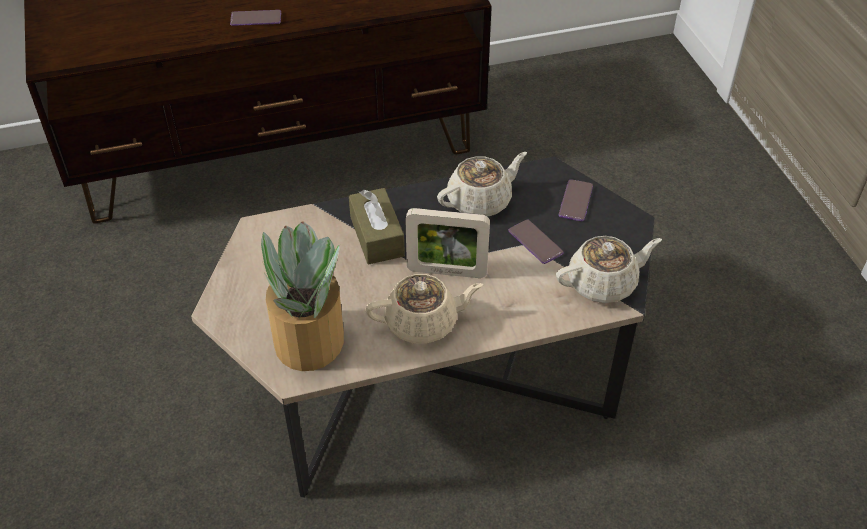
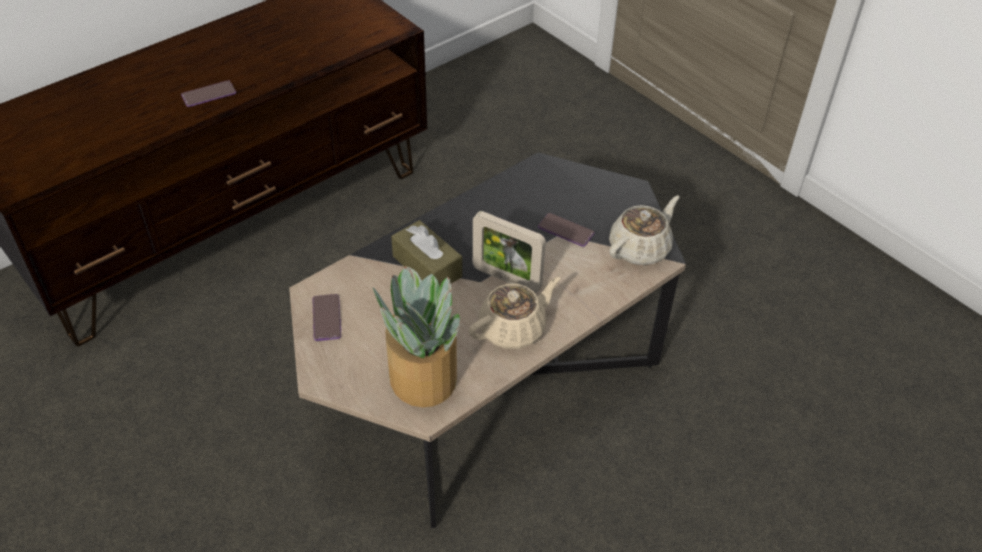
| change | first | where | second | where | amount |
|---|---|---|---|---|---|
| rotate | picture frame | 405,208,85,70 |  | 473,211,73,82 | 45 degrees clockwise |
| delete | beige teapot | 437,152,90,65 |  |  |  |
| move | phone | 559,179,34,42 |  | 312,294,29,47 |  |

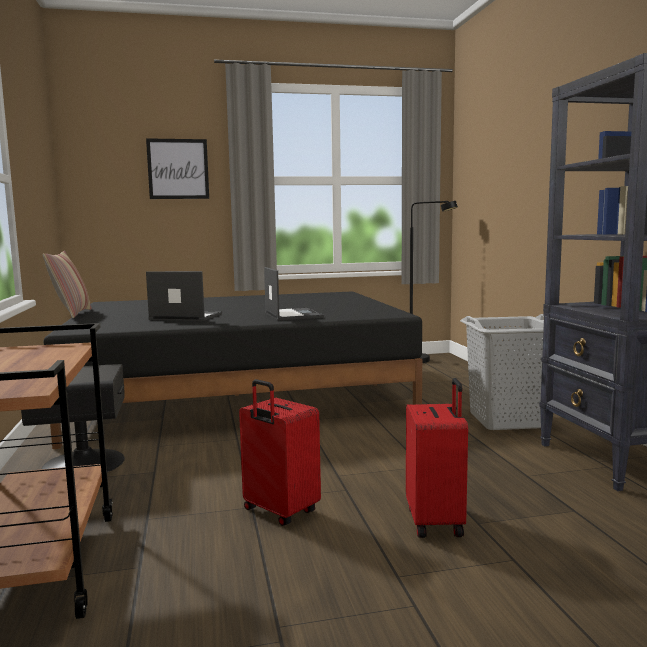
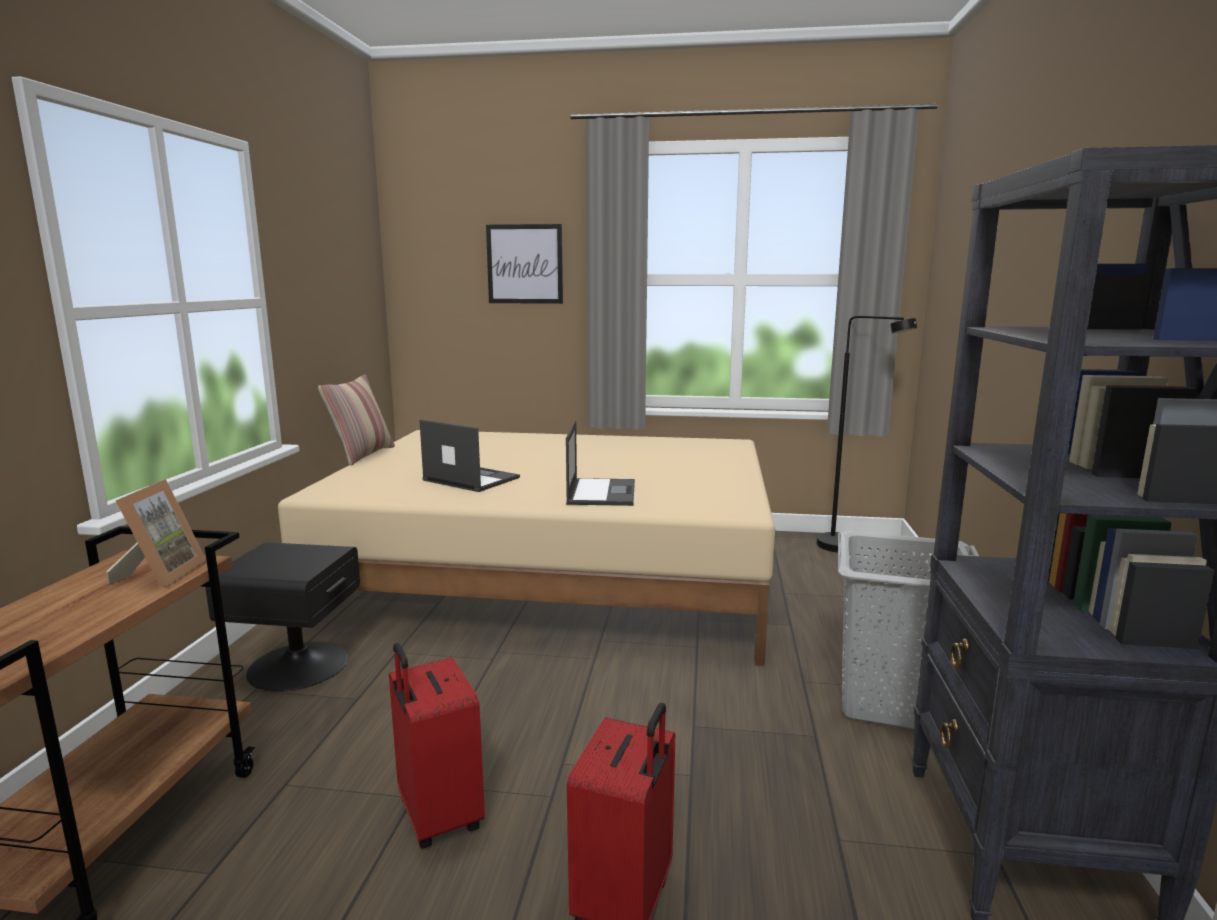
| change | first | where | second | where | amount |
|---|---|---|---|---|---|
| recolor | black bed | 43,291,379,158 | beige bed | 278,430,497,236 |  |
| insert |  |  | picture frame | 106,479,100,109 |  |

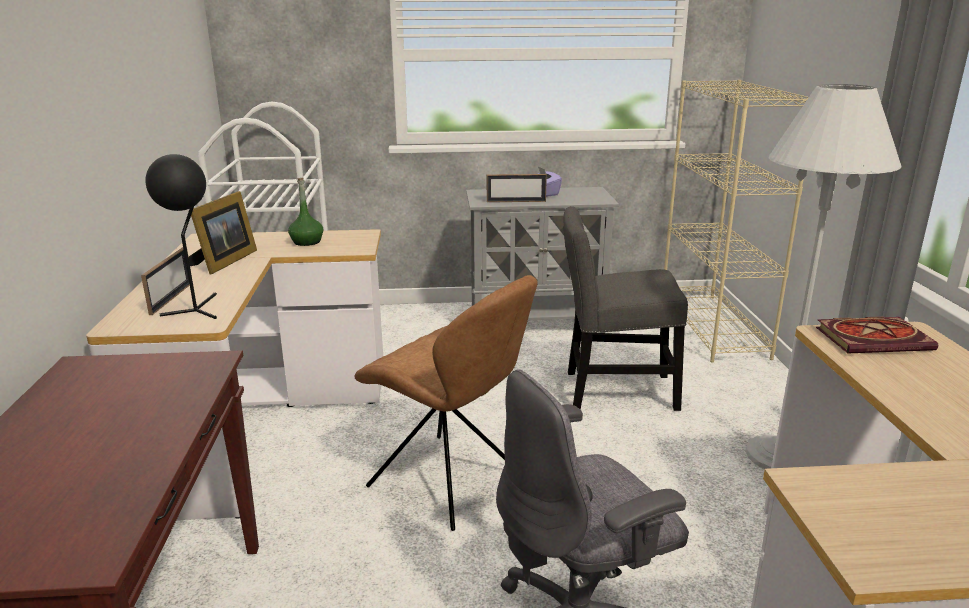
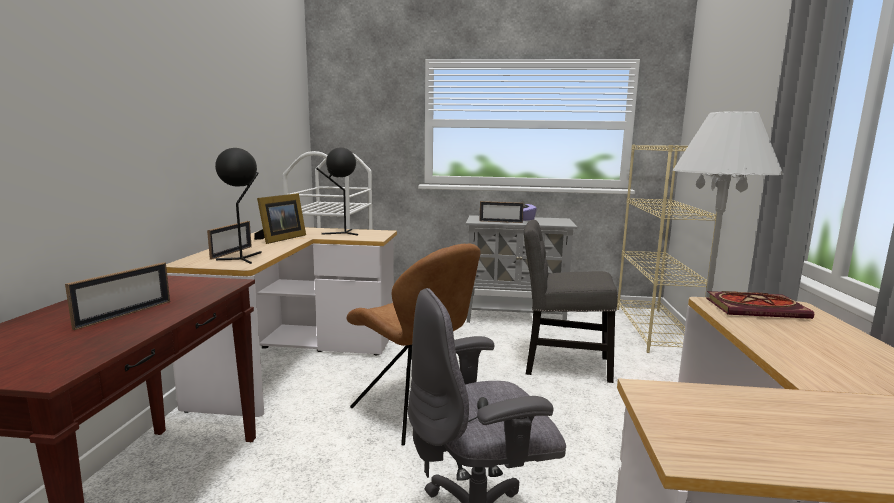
| change | first | where | second | where | amount |
|---|---|---|---|---|---|
| replace | green bottle | 288,178,35,68 | black table lamp | 316,147,42,89 |  |
| insert |  |  | picture frame | 65,262,105,68 |  |

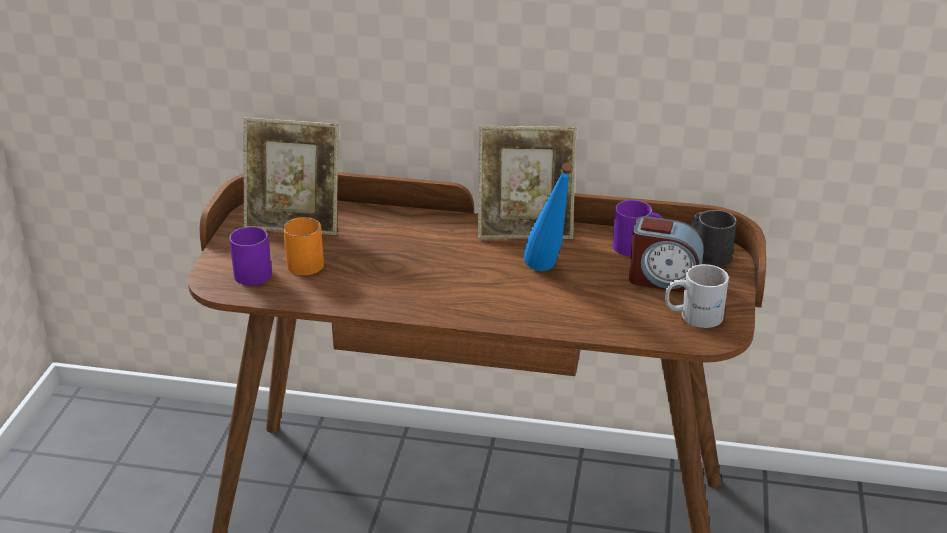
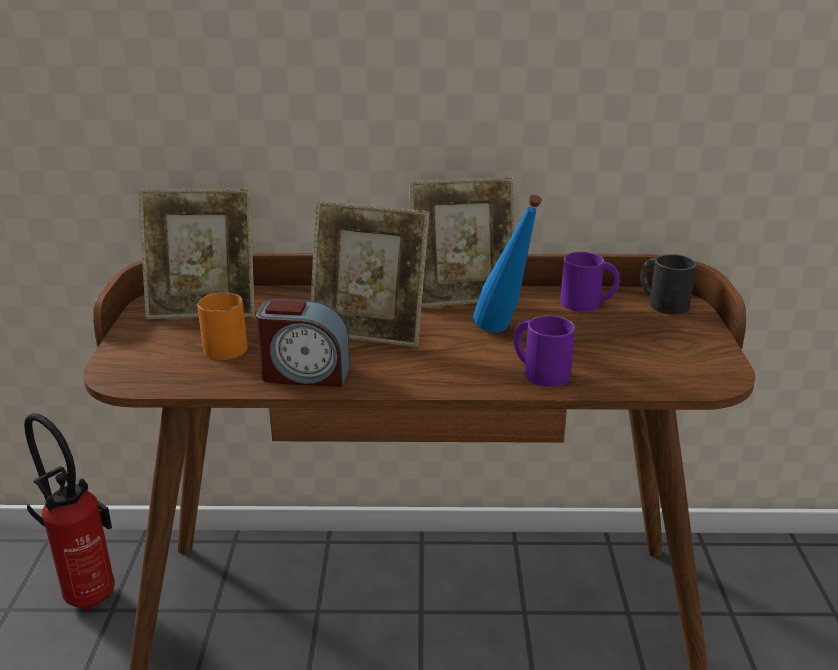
| change | first | where | second | where | amount |
|---|---|---|---|---|---|
| move | purple mug | 229,226,43,59 |  | 514,315,61,72 |  |
| move | alarm clock | 629,216,75,77 |  | 256,299,94,88 |  |
| delete | white mug | 665,264,64,64 |  |  |  |
| insert |  |  | fire extinguisher | 24,413,91,198 |  |
| insert |  |  | picture frame | 311,201,119,146 |  |

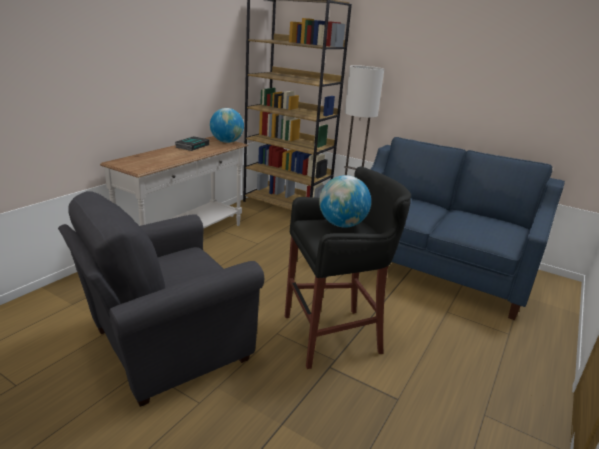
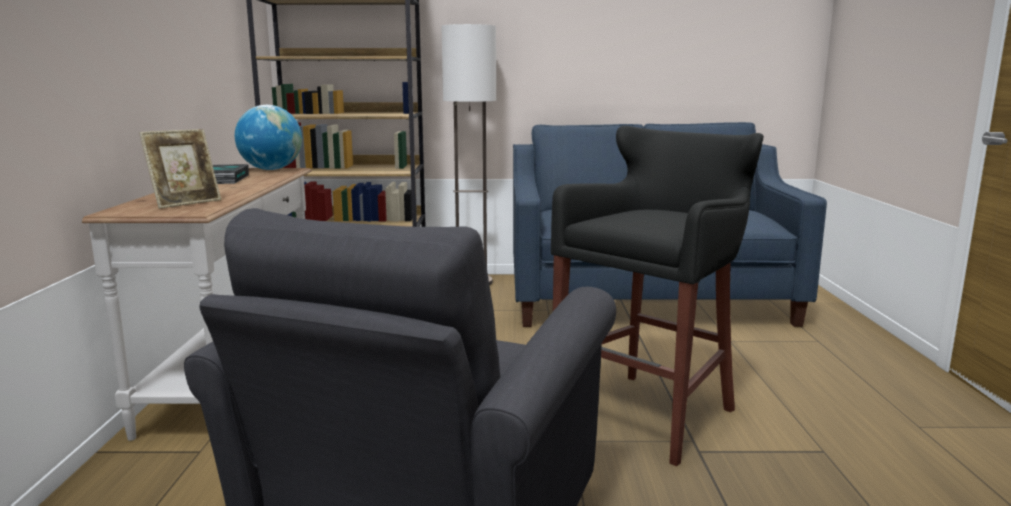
| change | first | where | second | where | amount |
|---|---|---|---|---|---|
| delete | globe | 319,175,52,53 |  |  |  |
| insert |  |  | picture frame | 139,129,82,80 |  |

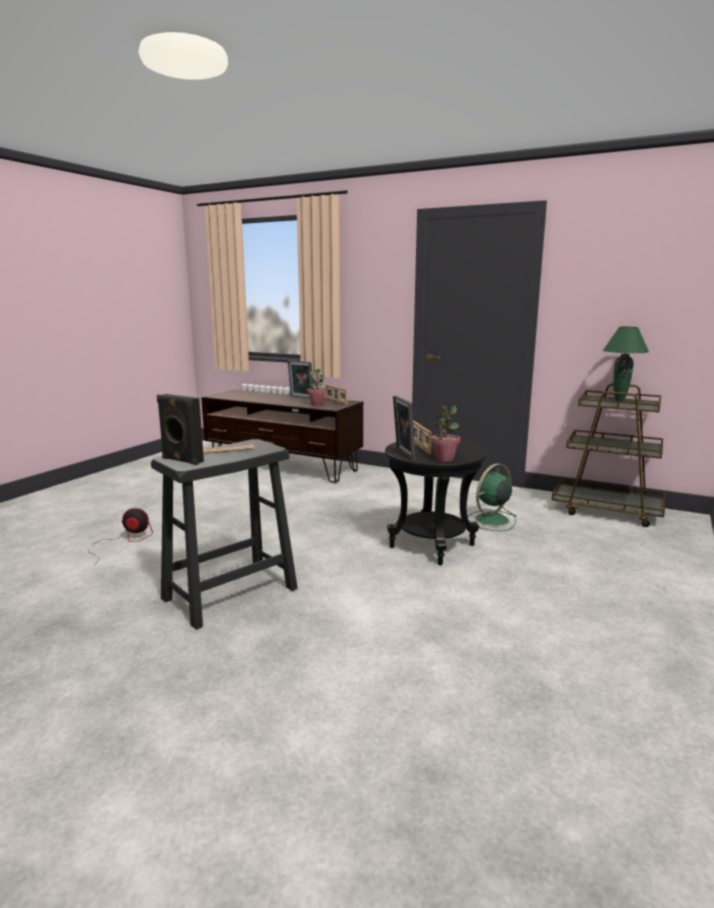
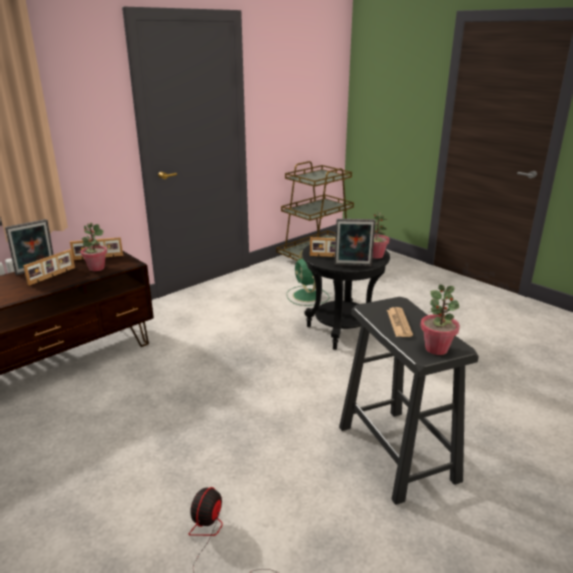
| change | first | where | second | where | amount |
|---|---|---|---|---|---|
| replace | black speaker | 157,394,47,71 | potted plant | 420,285,40,70 |  |
| delete | green table lamp | 603,327,46,74 |  |  |  |
| insert |  |  | picture frame | 23,249,52,37 |  |

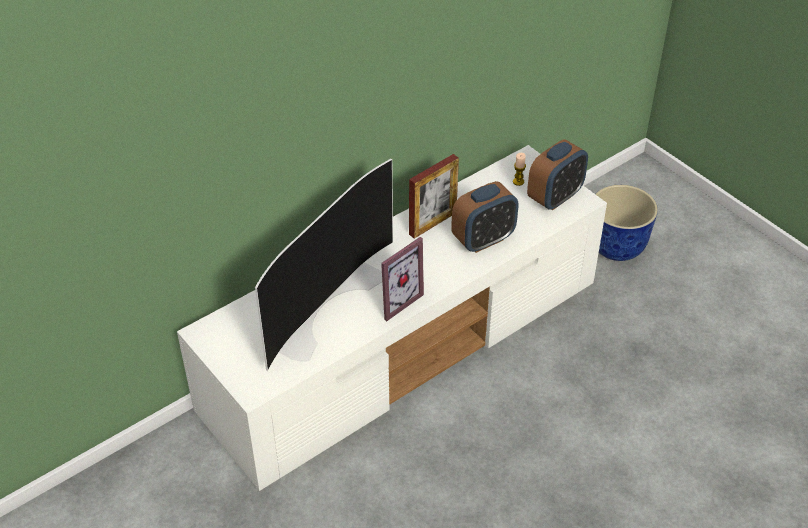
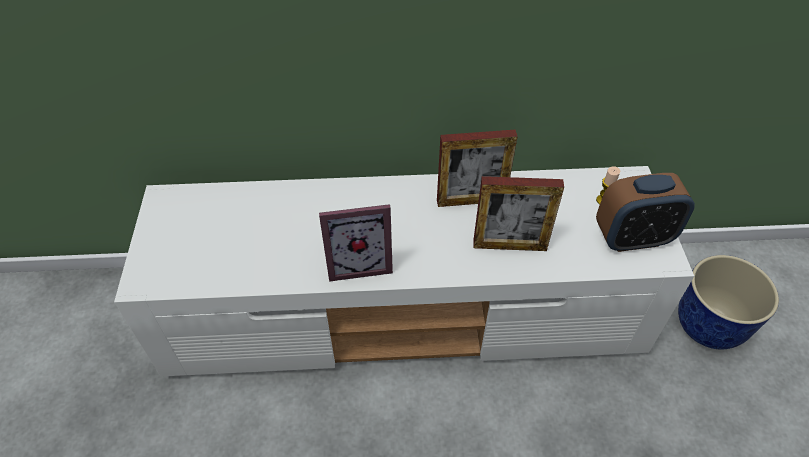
| change | first | where | second | where | amount |
|---|---|---|---|---|---|
| delete | television | 255,159,138,212 |  |  |  |
| replace | alarm clock | 451,181,68,72 | picture frame | 473,176,91,75 |  |

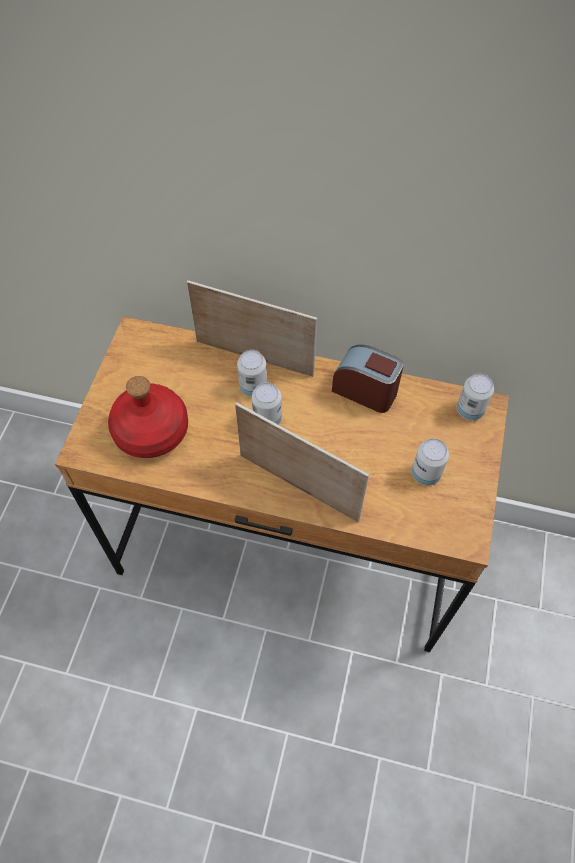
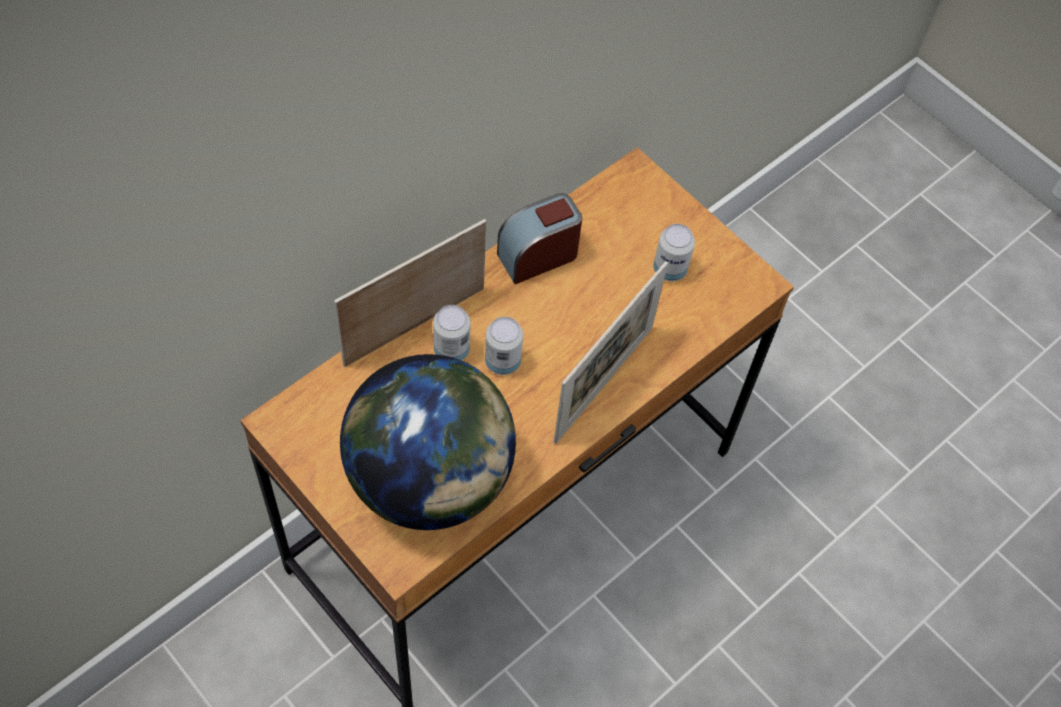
| change | first | where | second | where | amount |
|---|---|---|---|---|---|
| replace | red bottle | 108,376,80,82 | globe | 340,354,176,176 |  |
| rotate | picture frame | 235,402,134,120 |  | 554,261,114,183 | 150 degrees clockwise |
| delete | can | 457,373,37,48 |  |  |  |

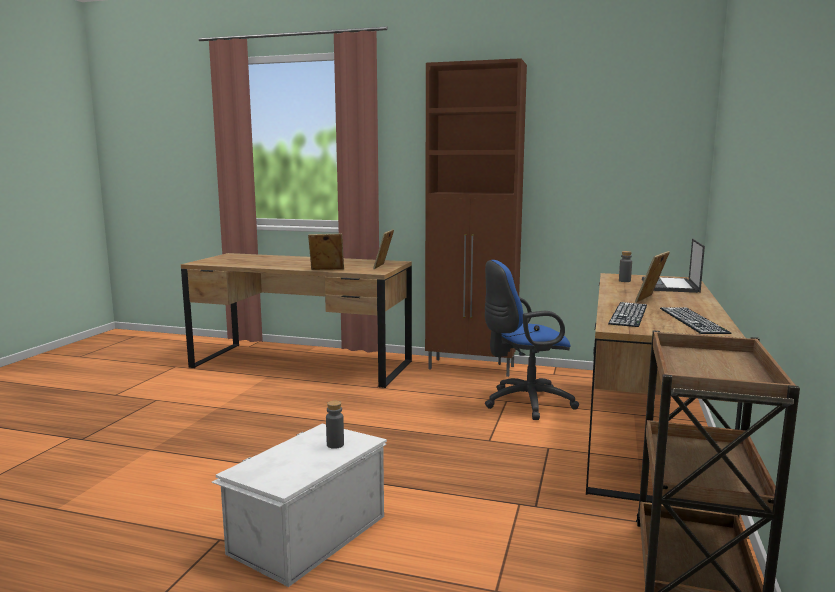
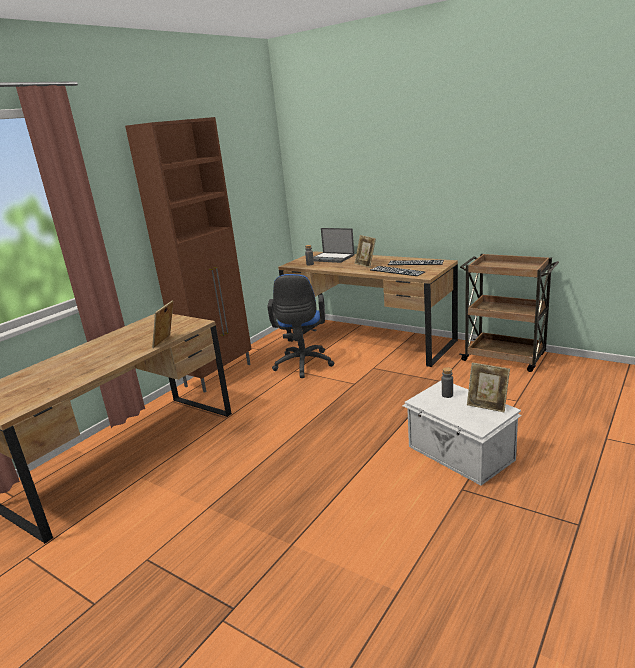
| change | first | where | second | where | amount |
|---|---|---|---|---|---|
| move | picture frame | 373,229,21,40 |  | 467,362,43,50 |  |

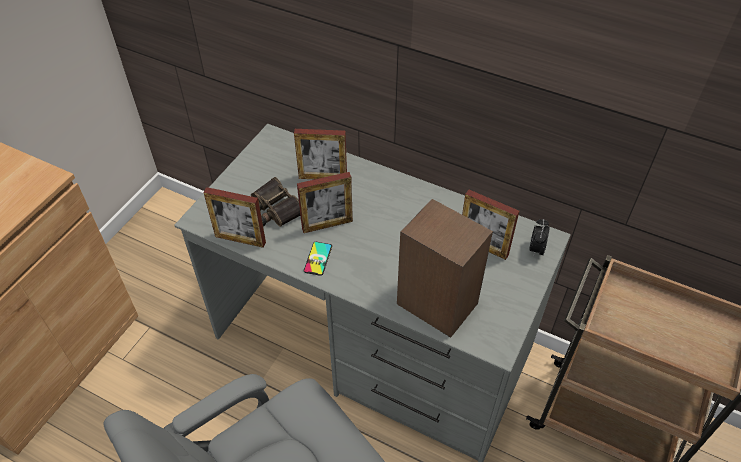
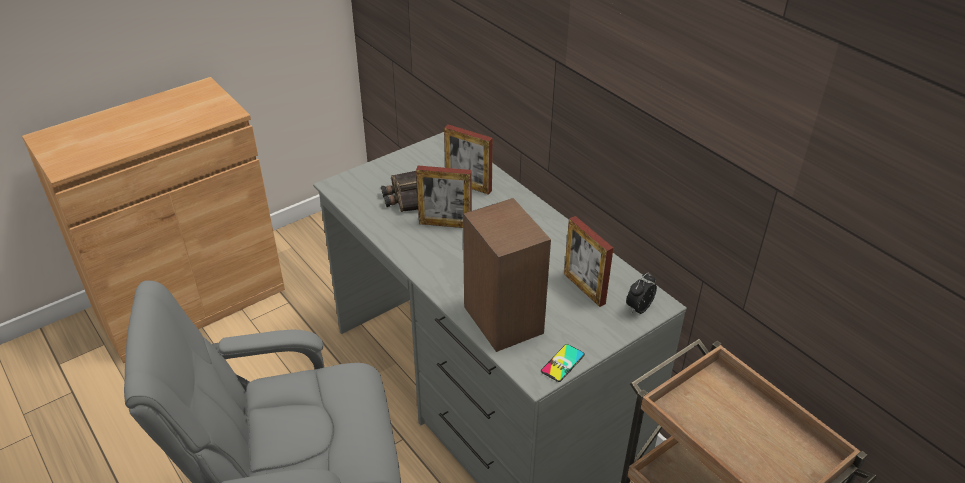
| change | first | where | second | where | amount |
|---|---|---|---|---|---|
| delete | picture frame | 203,187,63,61 |  |  |  |
| move | phone | 304,242,28,34 |  | 541,344,44,38 |  |

